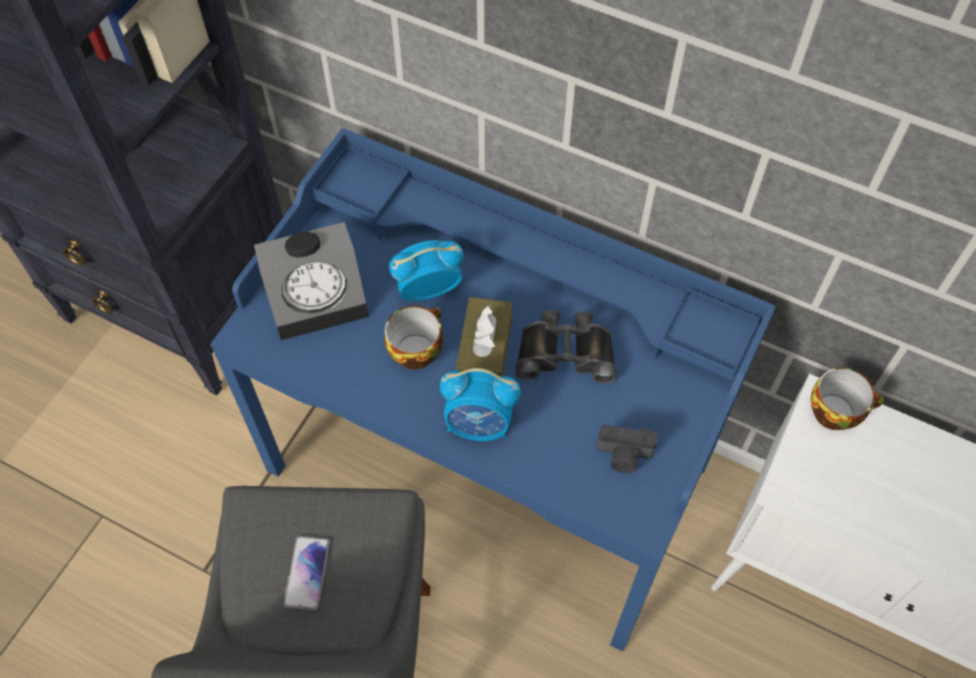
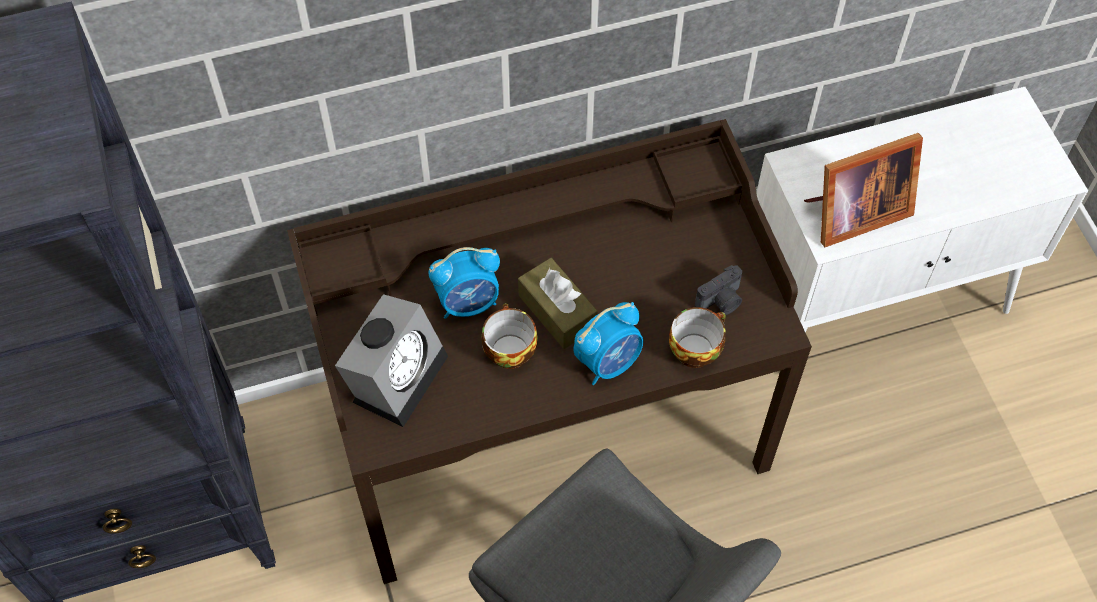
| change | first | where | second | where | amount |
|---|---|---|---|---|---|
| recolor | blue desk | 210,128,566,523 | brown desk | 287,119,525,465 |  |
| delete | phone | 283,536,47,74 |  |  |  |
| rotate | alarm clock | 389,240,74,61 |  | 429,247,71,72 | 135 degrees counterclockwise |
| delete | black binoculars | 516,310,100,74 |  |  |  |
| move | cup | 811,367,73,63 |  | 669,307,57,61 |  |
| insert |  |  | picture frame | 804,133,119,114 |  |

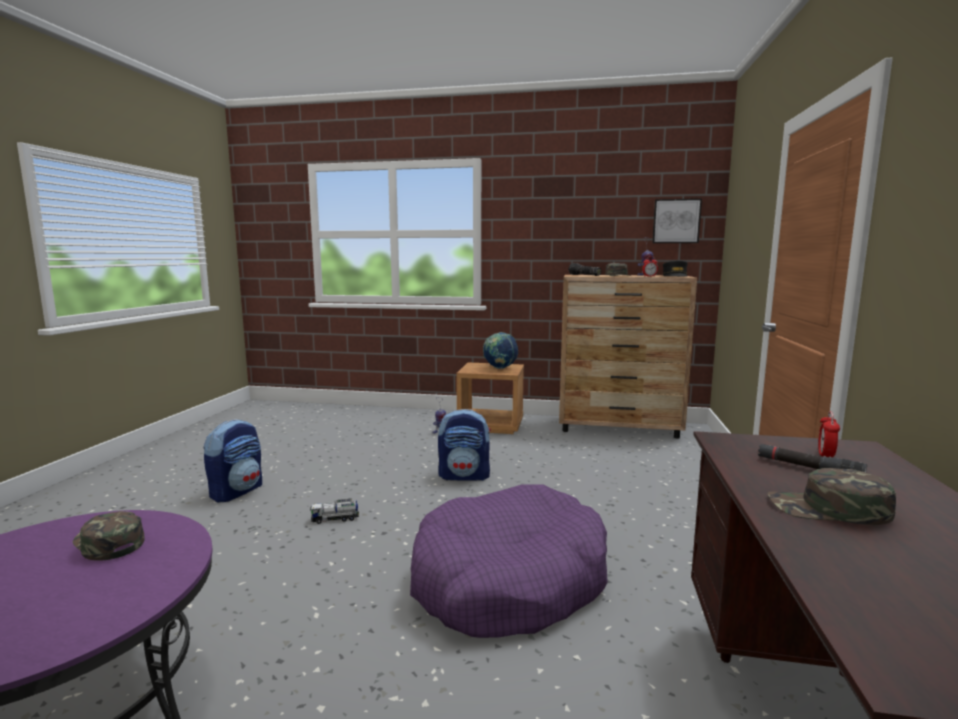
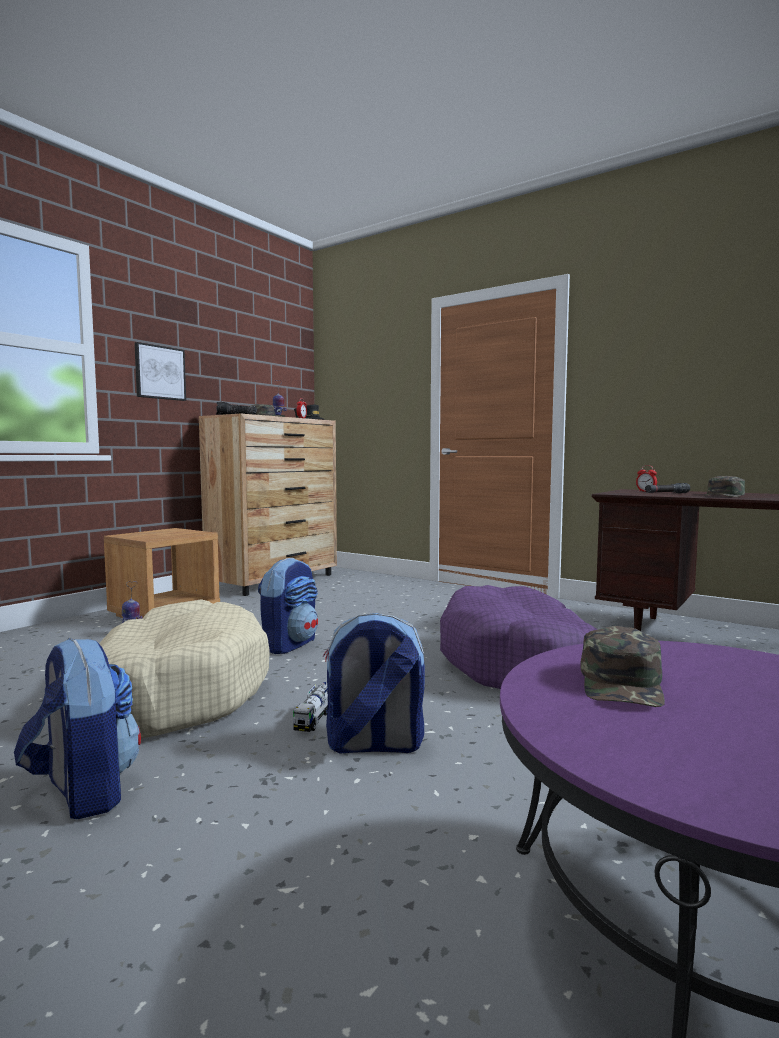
| change | first | where | second | where | amount |
|---|---|---|---|---|---|
| rotate | green cap | 73,511,72,50 |  | 580,626,85,81 | 45 degrees counterclockwise |
| delete | globe | 483,332,35,37 |  |  |  |
| move | picture | 652,199,50,44 |  | 134,342,52,59 |  |
| insert |  |  | beige dog bed | 99,599,171,139 |  |
| insert |  |  | backpack | 323,613,102,141 |  |

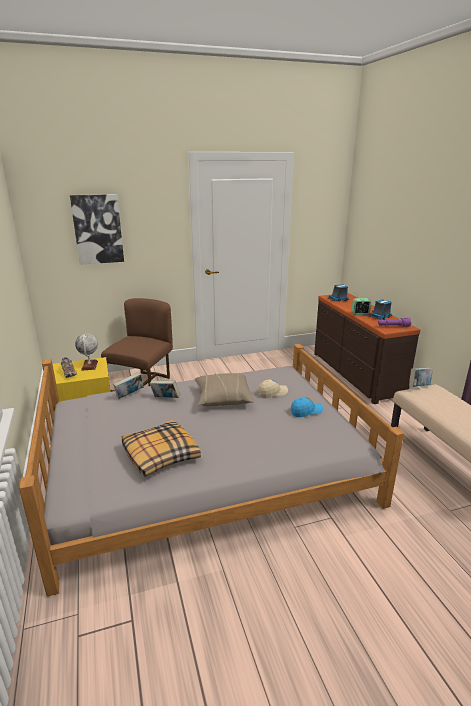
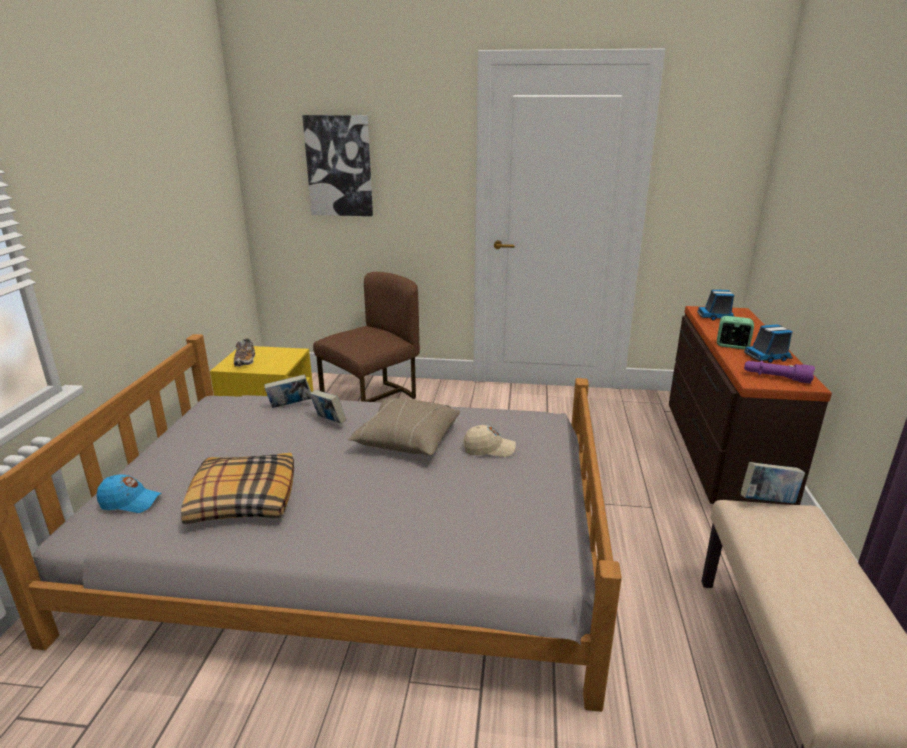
| change | first | where | second | where | amount |
|---|---|---|---|---|---|
| delete | globe | 75,333,23,38 |  |  |  |
| move | blue cap | 291,397,32,20 |  | 97,475,65,38 |  |

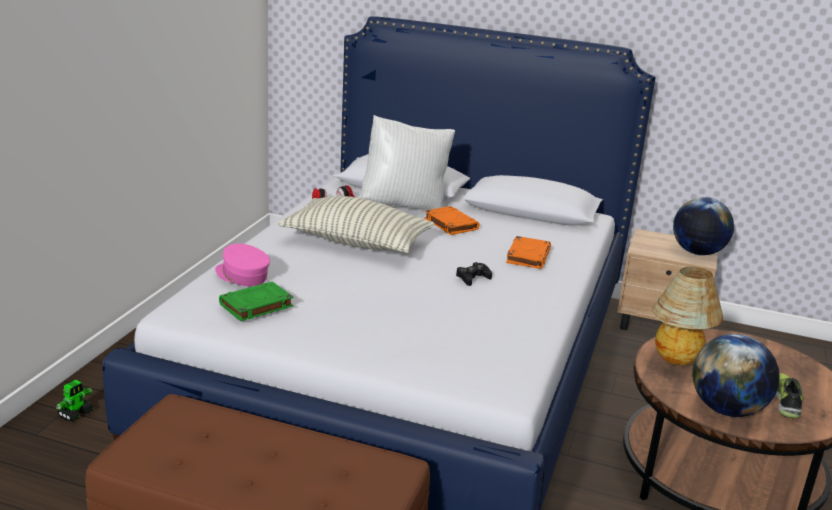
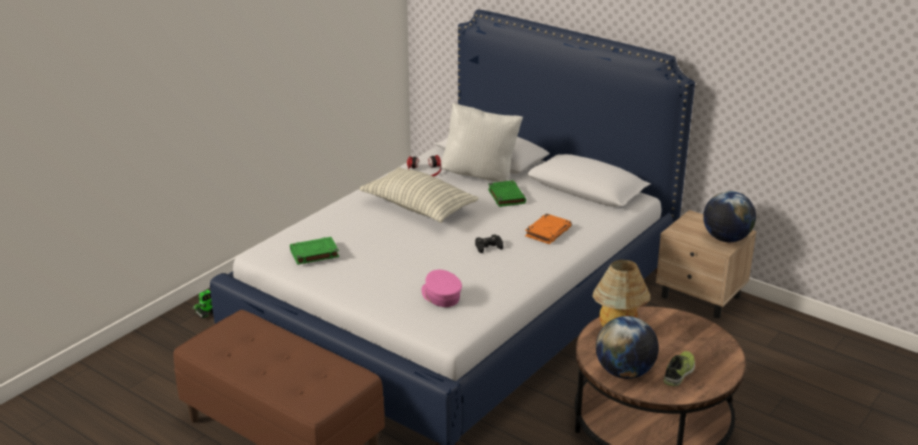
| change | first | where | second | where | amount |
|---|---|---|---|---|---|
| move | pink cap | 215,244,55,42 |  | 421,270,41,37 |  |
| recolor | orange book | 424,206,55,29 | green book | 488,180,38,27 |  |

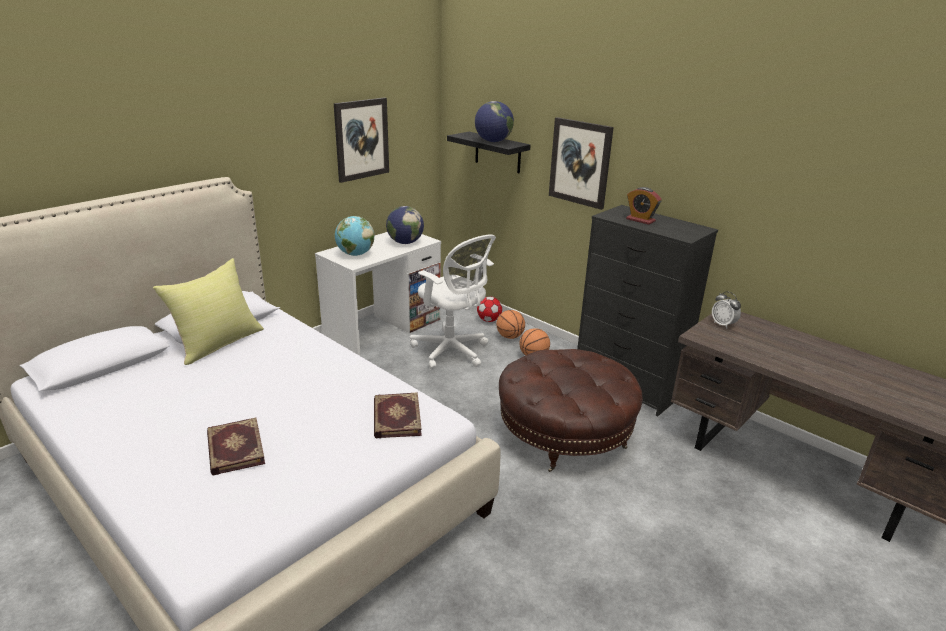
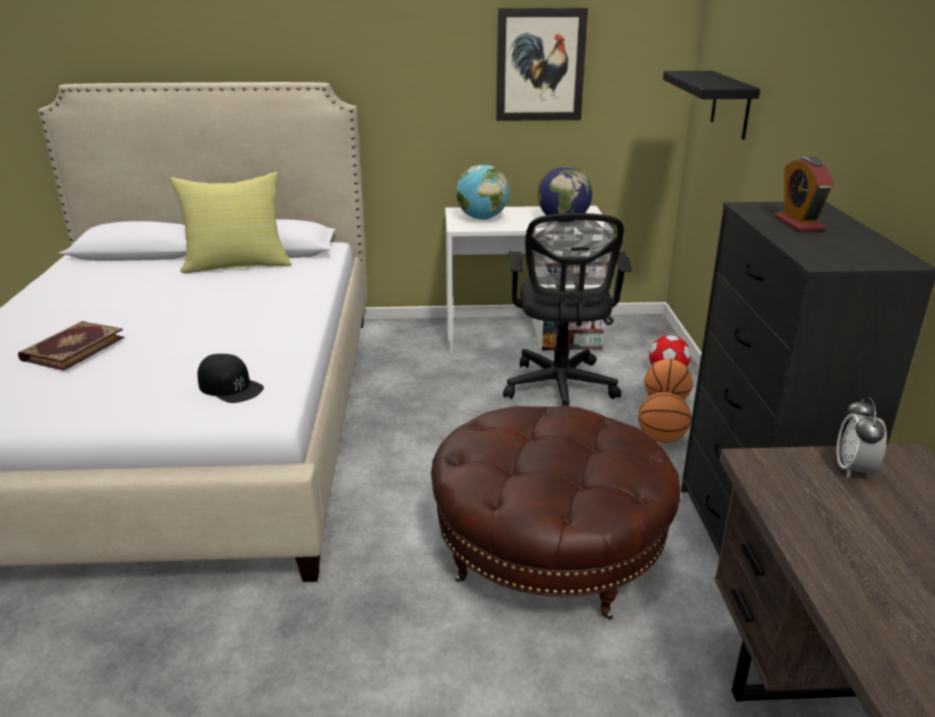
| change | first | where | second | where | amount |
|---|---|---|---|---|---|
| replace | book | 374,392,48,46 | black cap | 198,354,66,49 |  |
| recolor | white office chair | 410,234,86,135 | black office chair | 503,213,129,194 |  |
| delete | globe | 475,101,39,41 |  |  |  |
| delete | picture | 549,117,65,93 |  |  |  |

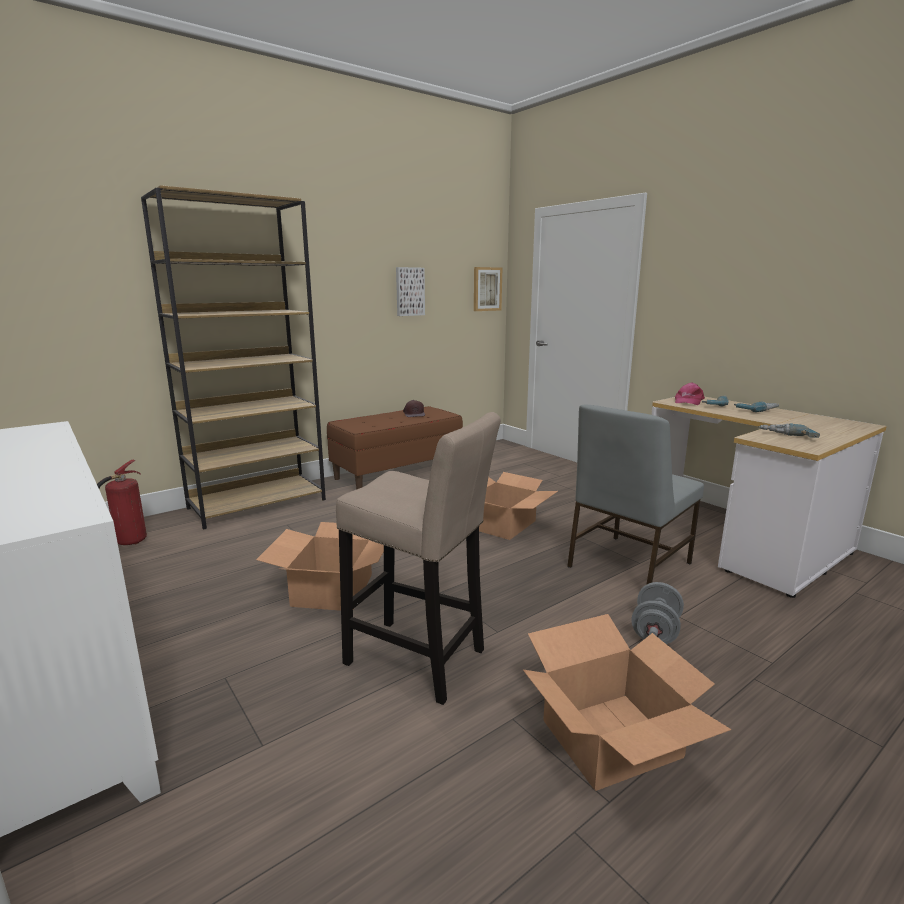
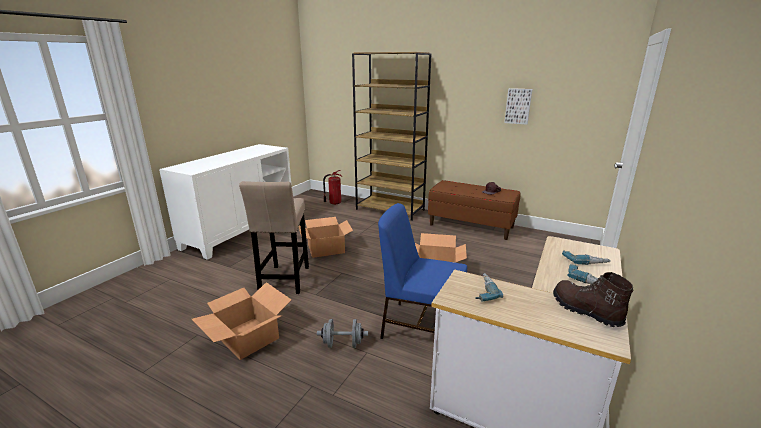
| change | first | where | second | where | amount |
|---|---|---|---|---|---|
| delete | picture | 474,267,28,44 |  |  |  |
| recolor | grey chair | 567,405,137,179 | blue chair | 378,203,89,136 |  |
| delete | pink cap | 675,382,30,23 |  |  |  |
| insert |  |  | brown boot | 553,272,80,55 |  |

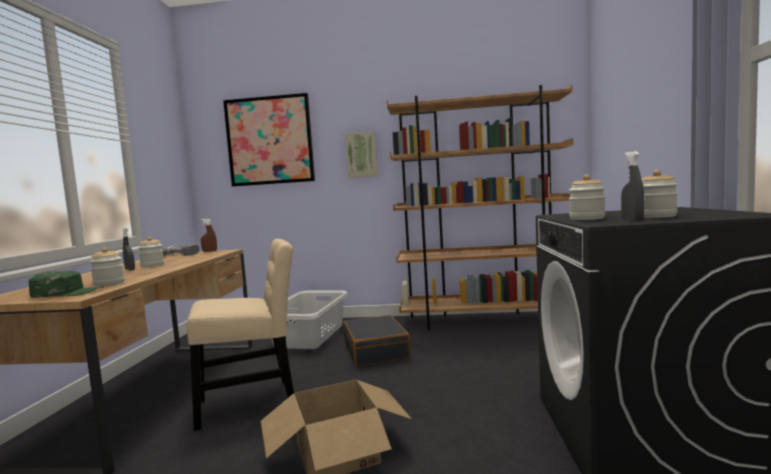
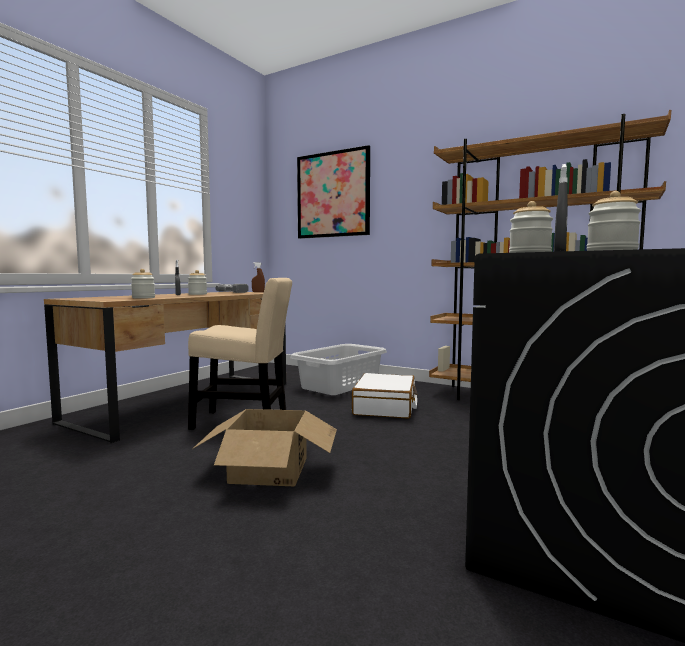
| change | first | where | second | where | amount |
|---|---|---|---|---|---|
| delete | green cap | 29,270,75,28 |  |  |  |
| recolor | black suitcase | 343,315,67,51 | white suitcase | 352,373,66,46 |  |
| delete | picture | 345,131,33,47 |  |  |  |

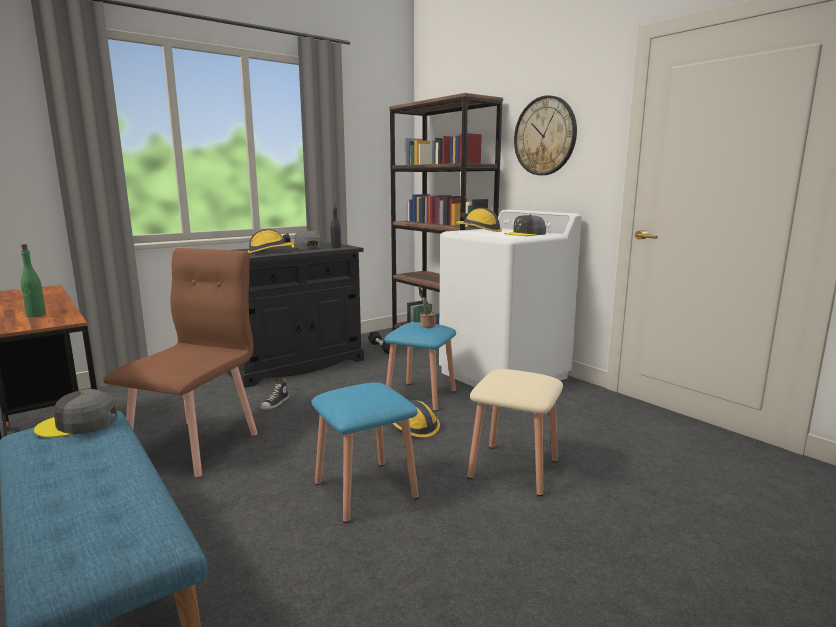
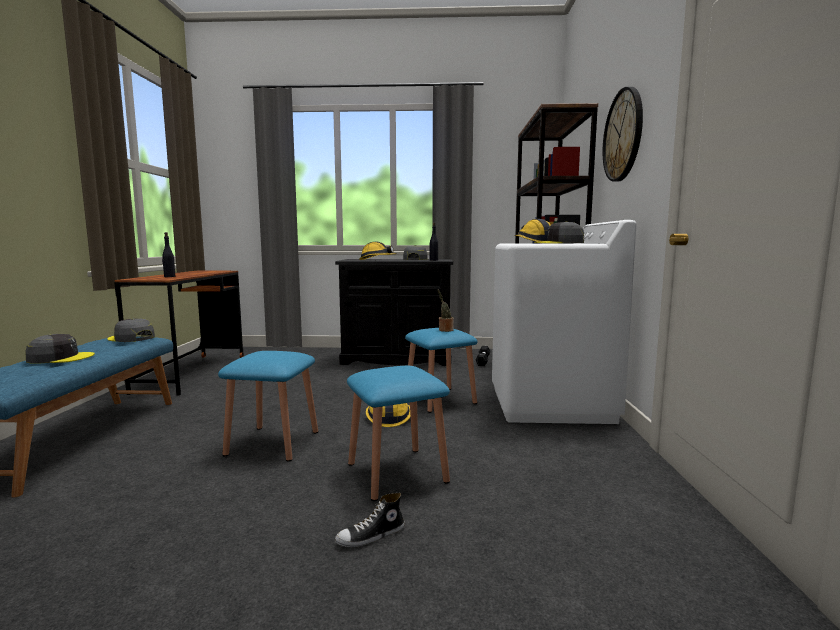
| change | first | where | second | where | amount |
|---|---|---|---|---|---|
| recolor | green bottle | 21,244,25,73 | black bottle | 162,232,13,45 |  |
| delete | brown chair | 103,248,155,229 |  |  |  |
| move | shoe | 260,378,29,32 |  | 335,493,70,54 |  |
| recolor | beige stool | 467,369,96,127 | blue stool | 347,366,103,135 |  |
| insert |  |  | grey cap | 25,334,70,30 |  |

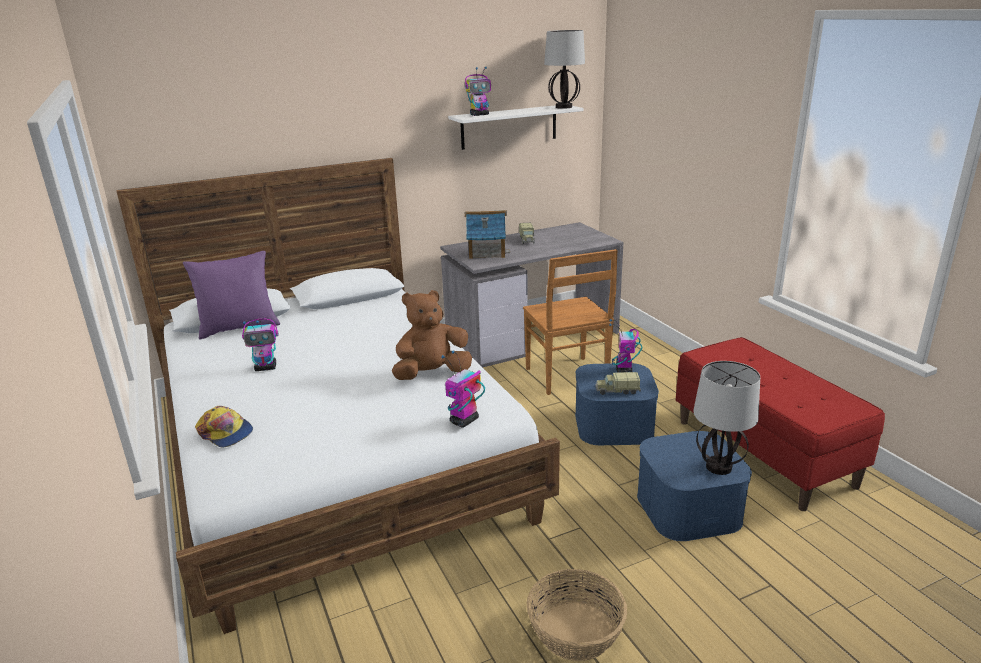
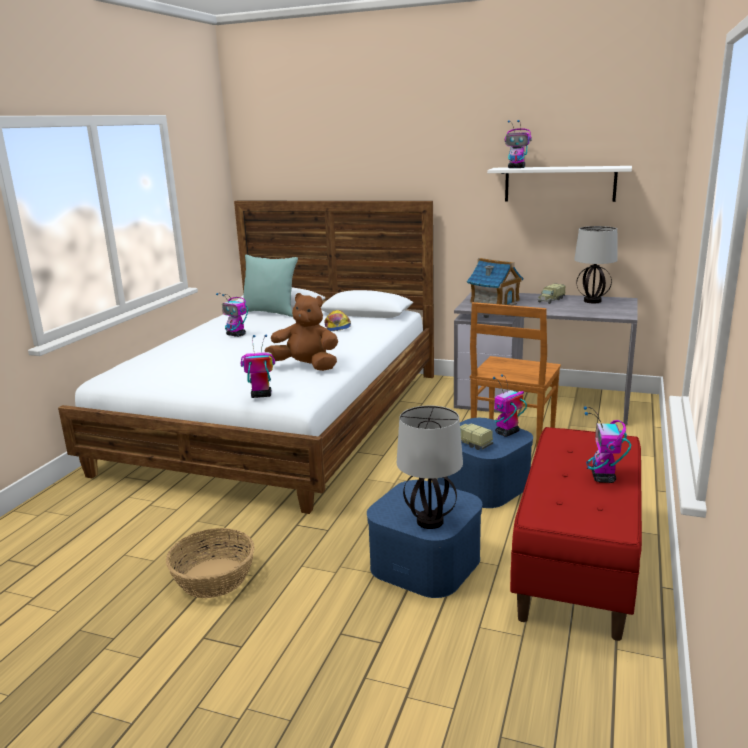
| change | first | where | second | where | amount |
|---|---|---|---|---|---|
| recolor | purple pillow | 183,251,97,88 | turquoise pillow | 243,255,55,62 |  |
| move | cap | 195,406,58,42 |  | 324,310,27,21 |  |
| move | table lamp | 544,30,41,79 |  | 574,226,43,77 |  |
| insert |  |  | toy robot | 584,406,47,77 |  |

